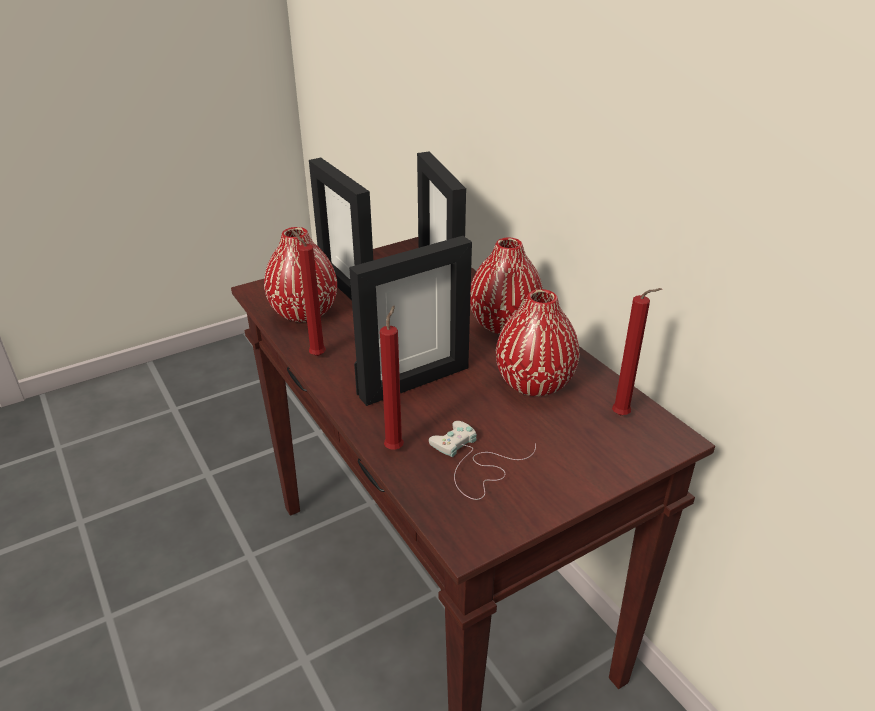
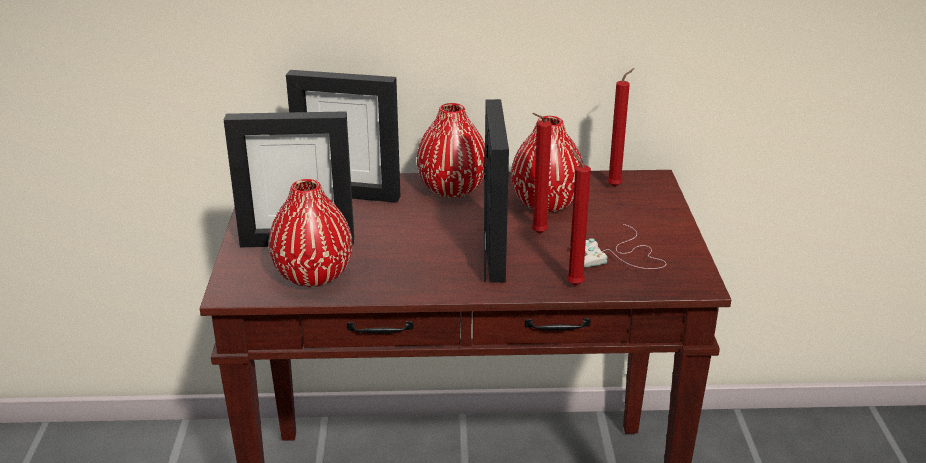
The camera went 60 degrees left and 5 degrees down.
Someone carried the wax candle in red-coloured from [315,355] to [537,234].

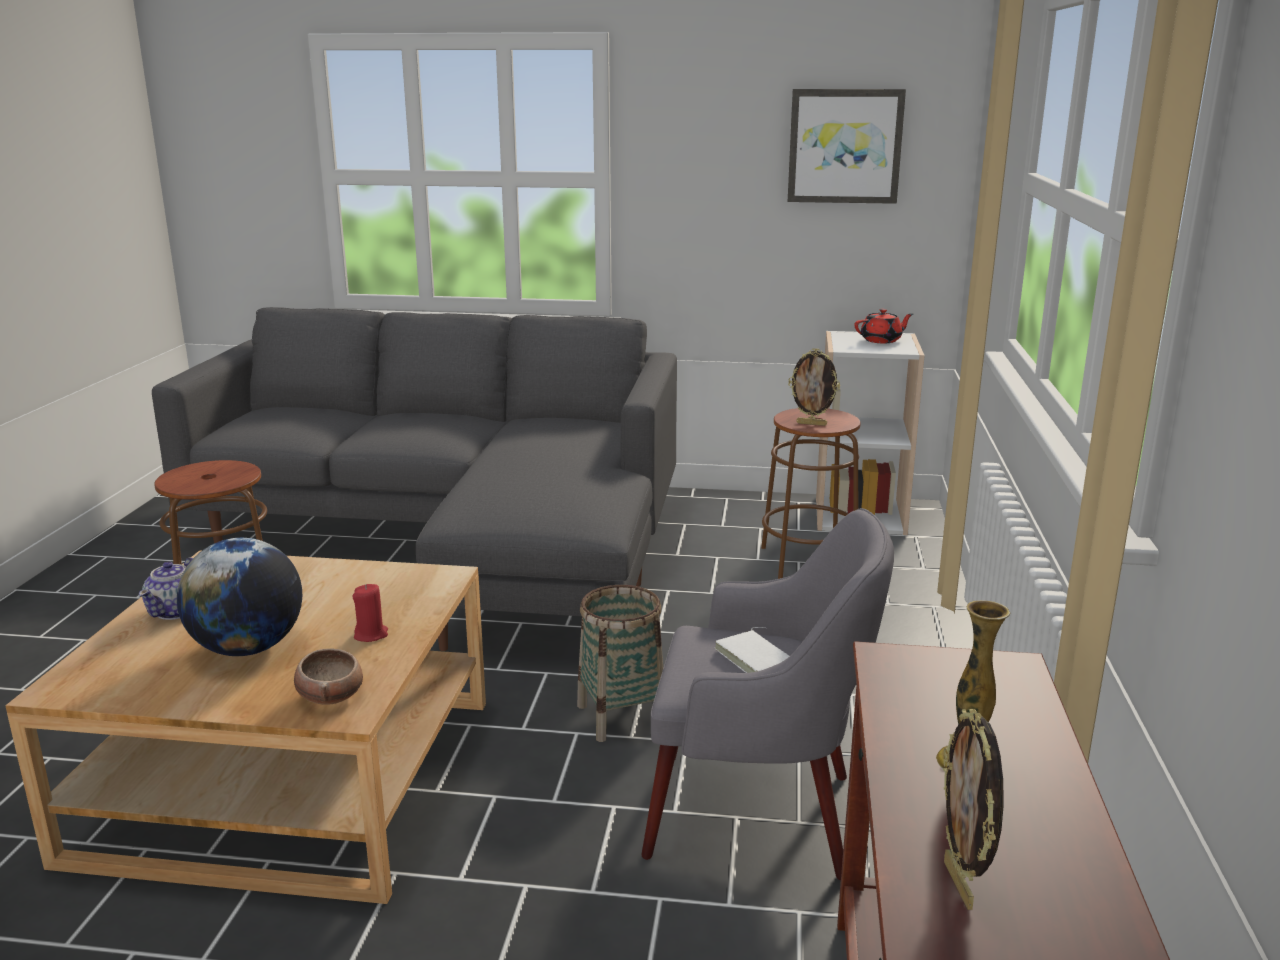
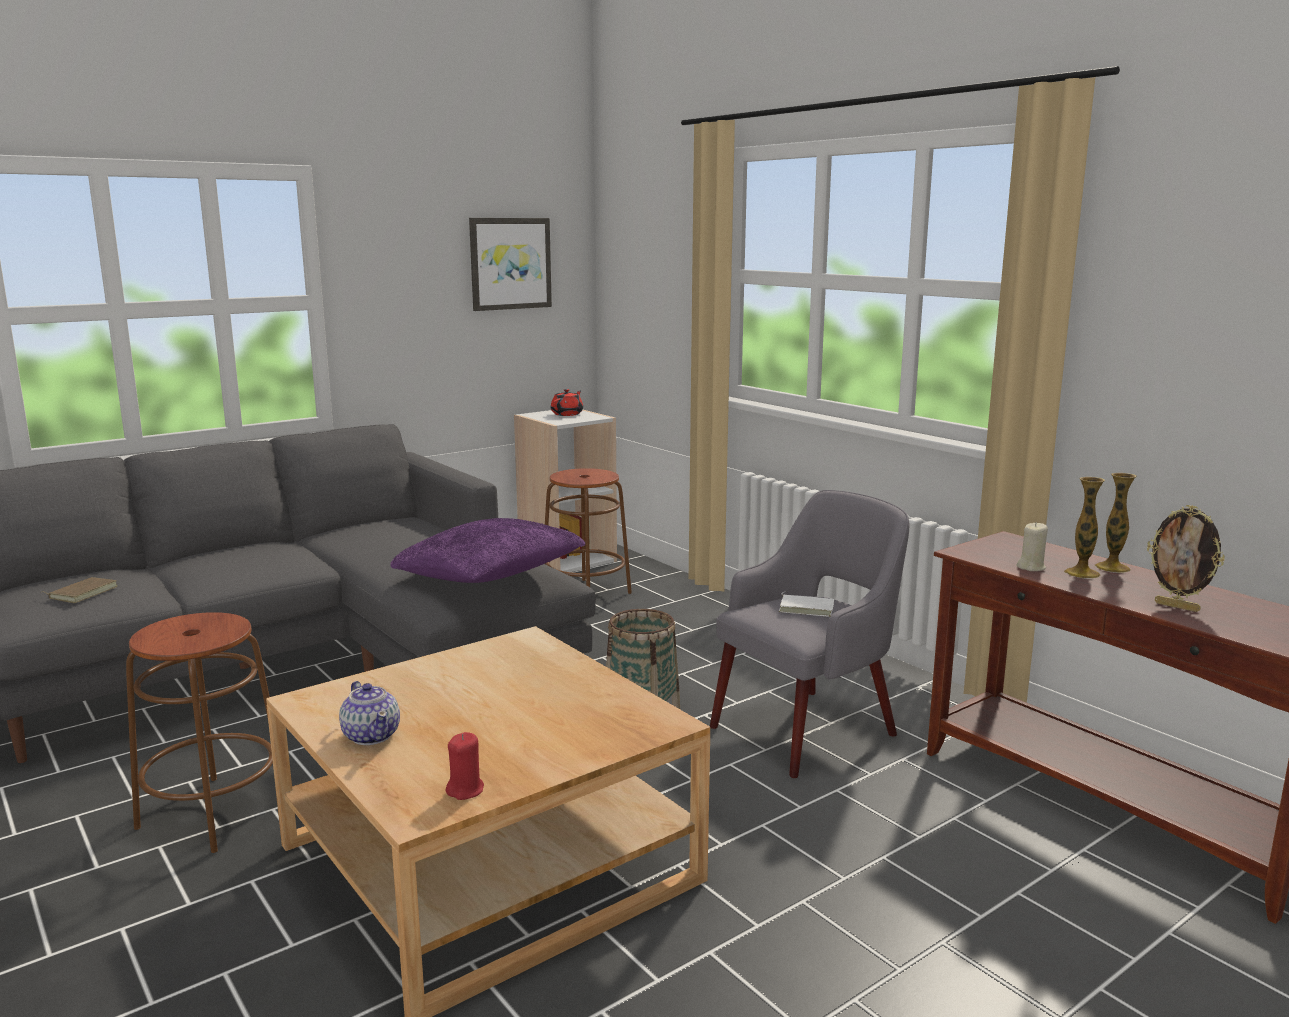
The camera went 45 degrees left and 5 degrees down.
Someone put down the volume in brown-coloured at [82,593].
Someone put down the pillow in purple at [488,576].
Someone carried the wax candle in red-coloured from [371,635] to [465,790].
Someone put down the wax candle in beige at [1031,567].
Someone put down the decorative vase at [1112,568].
Someone took away the globe at [248,648].
Someone took away the bowl at [330,696].
Someone took away the photo frame at [811,424].

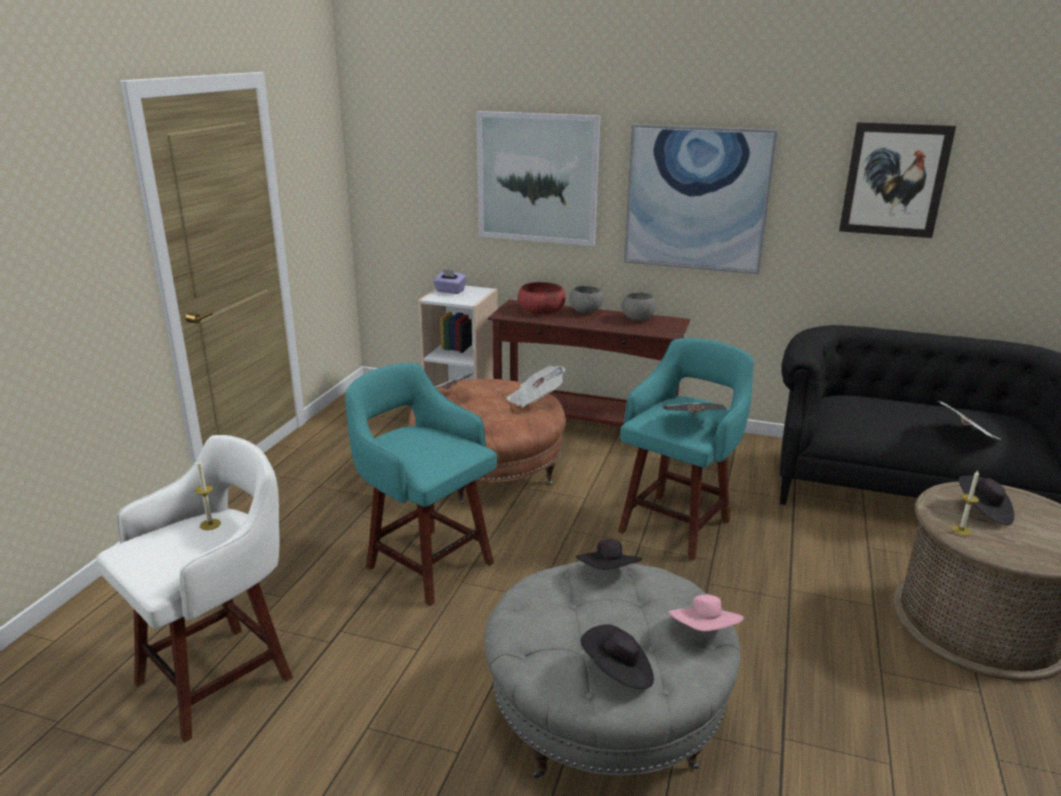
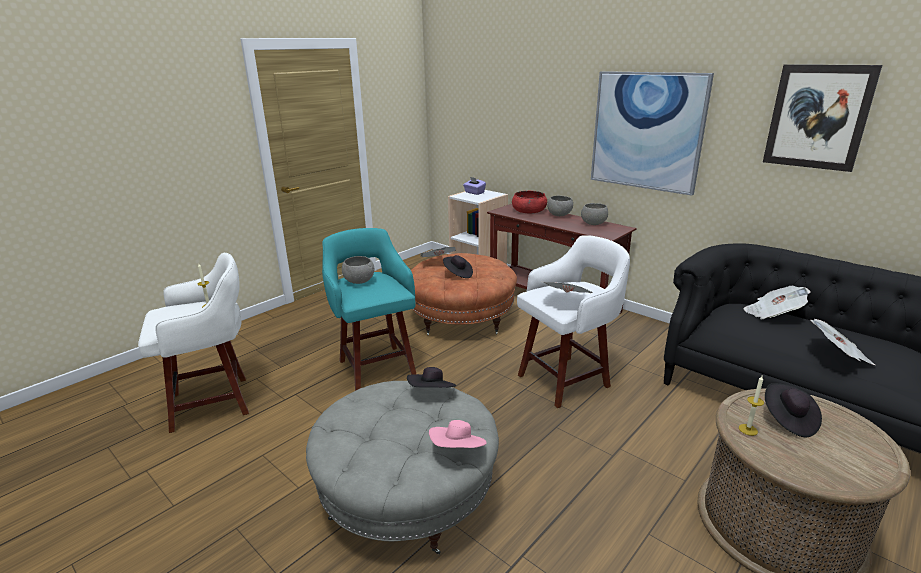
The camera went 25 degrees right and 0 degrees up.
Someone put down the bowl in gray at [359,281].
Someone carried the wearable hat in blackish from [618,672] to [458,274].
Someone repainted the sitting stool in turquoise at [677,524], which became the sitting stool in white at [567,380].
Someone carried the daily paper from [535,400] to [772,314].
Someone took away the wall picture at [537,178].

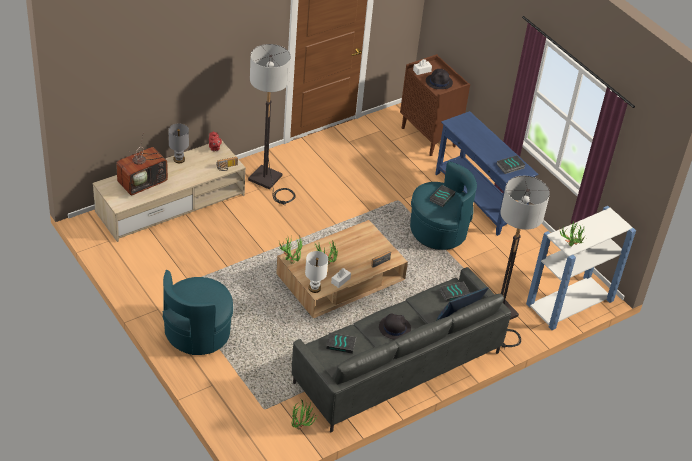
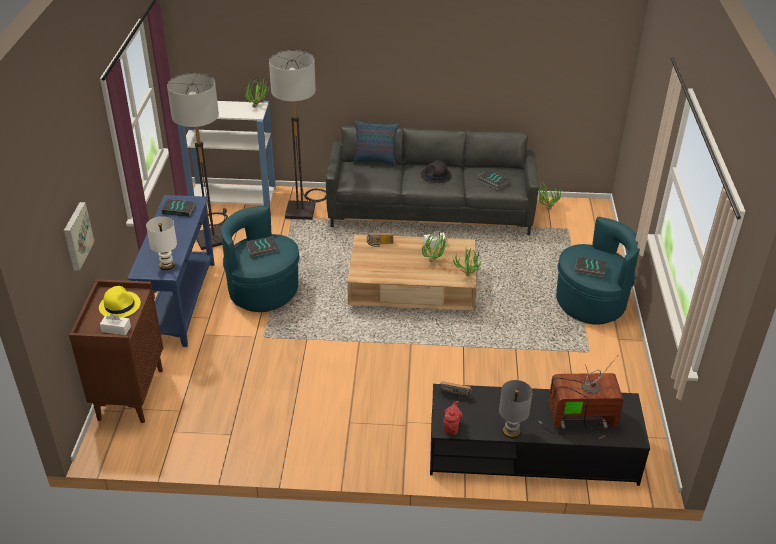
The camera went 140 degrees left and 5 degrees down.
Someone put up the wall picture at [76,236].
Someone repainted the wearable hat in blackish at [439,82], which became the wearable hat in yellowish at [120,305].
Someone carried the lamp for a table in white from [314,288] to [167,265].
Someone carried the standing lamp from [270,184] to [213,233].
Someone repainted the tv unit in beige at [171,203], which became the tv unit in blackish at [531,452].
Someone carried the volume from [454,293] to [590,269].

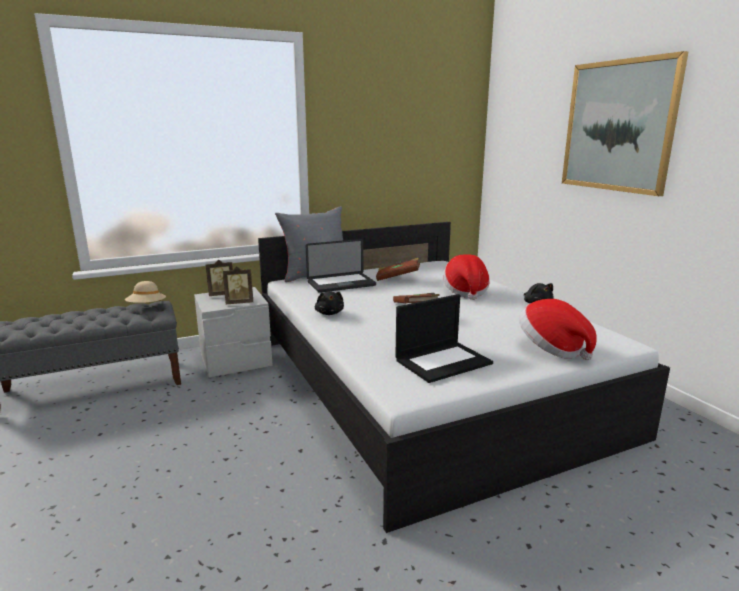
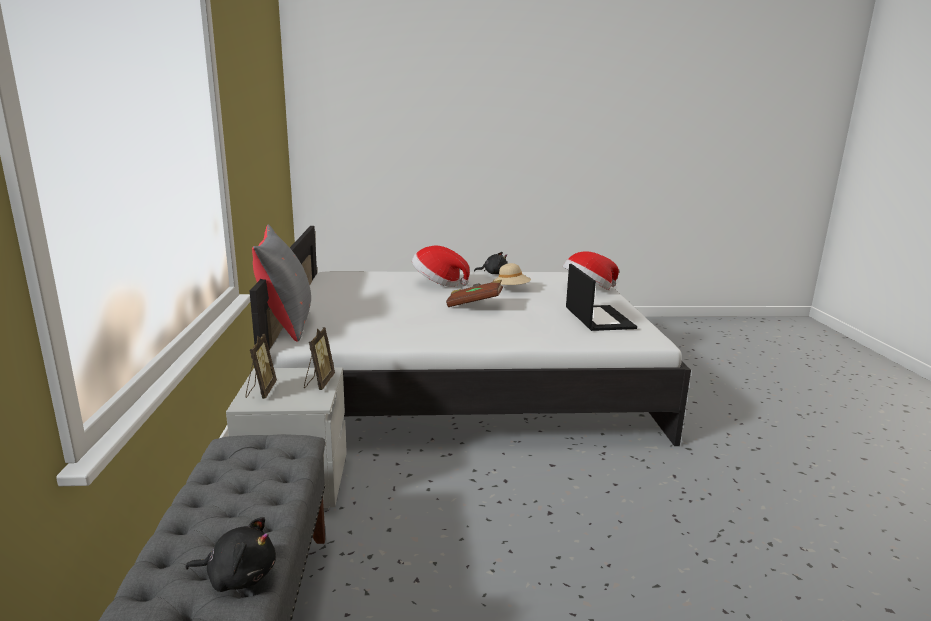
The camera went 70 degrees left and 0 degrees up.
Someone carried the plush toy in blackish from [329,313] to [239,576].
Someone carried the wearable hat in beige from [147,307] to [511,289].
Someone took away the laptop at [341,284].
Someone took away the volume in brown-coloured at [398,278].
Someone took away the wall picture at [618,126].

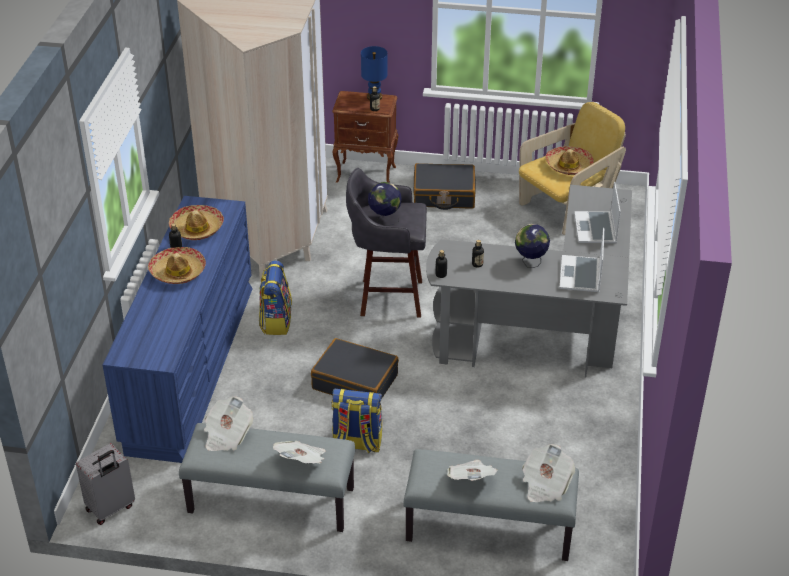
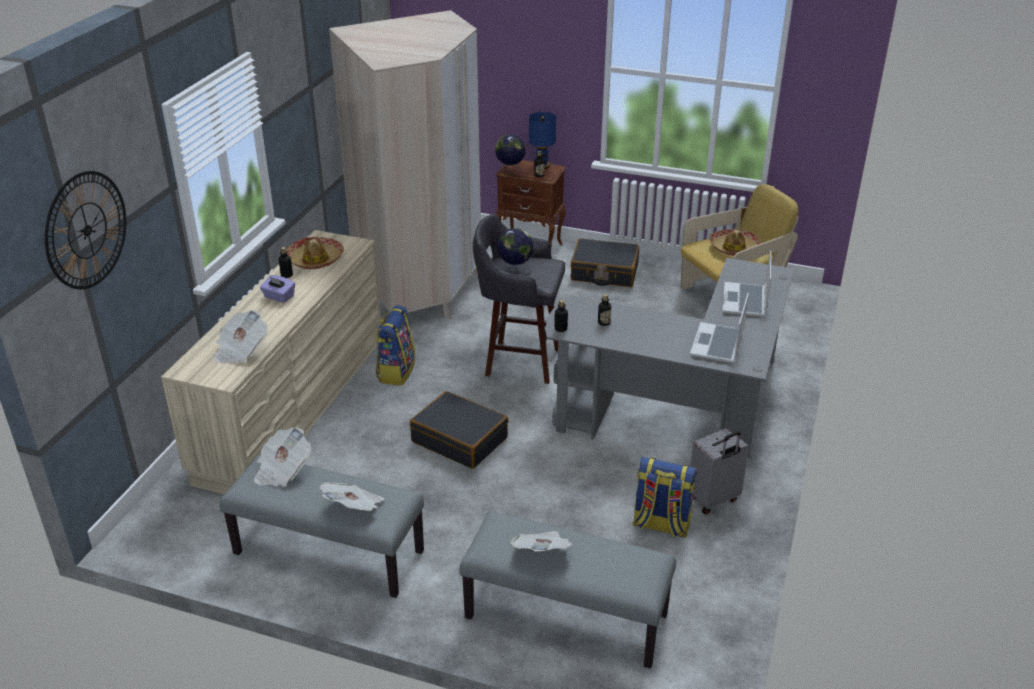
The camera went 10 degrees right and 5 degrees down.
Someone put up the clock on the wall at [87,230].
Someone repainted the drawer chest in blue-coloured at [189,366], which became the drawer chest in beige at [292,404].
Someone carried the daily paper from [545,485] to [241,350].
Someone swapped the wearable hat at [178,272] for the tissue holder in purple at [278,297].
Someone carried the globe from [530,262] to [510,171].
Someone carried the knapsack from [357,443] to [661,524].
Someone carried the suitcase in gray from [111,509] to [713,500].

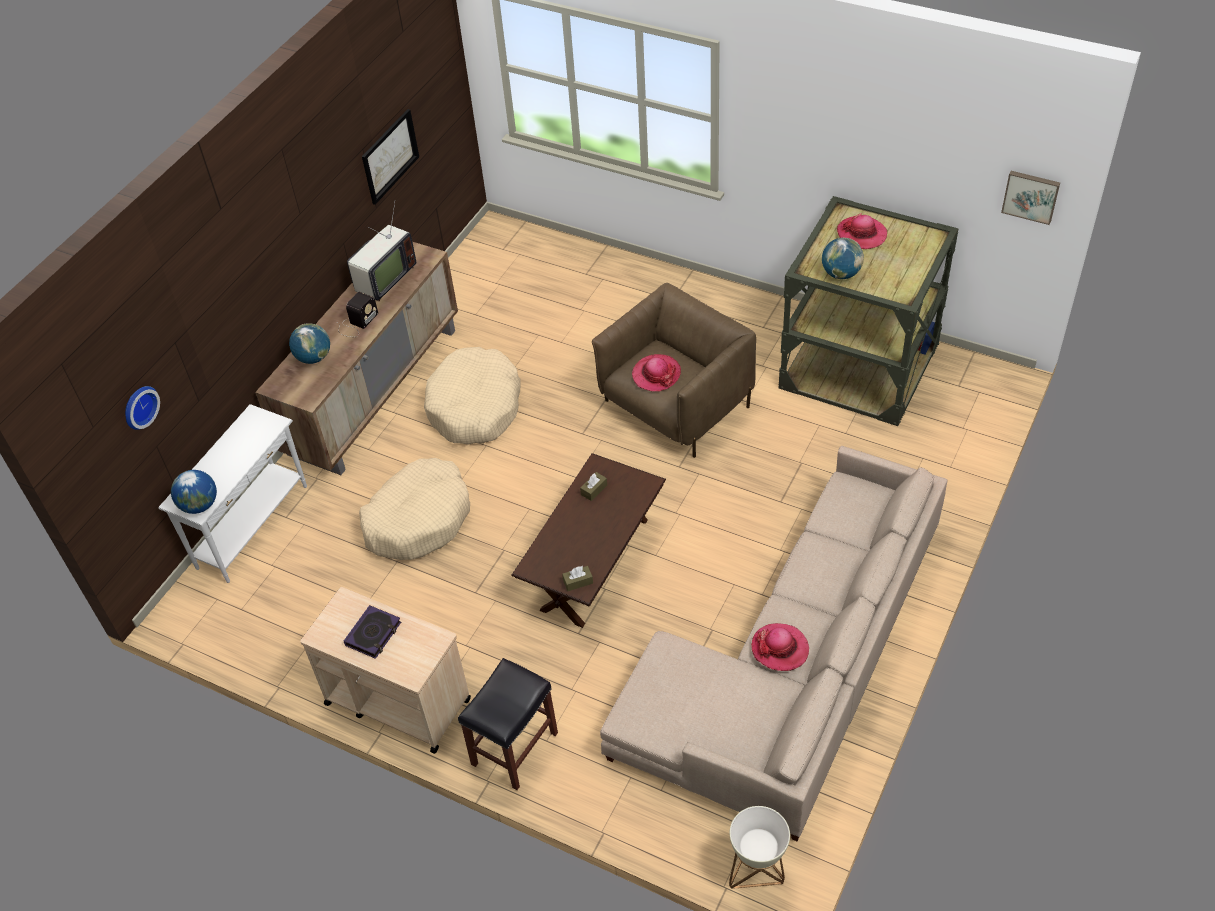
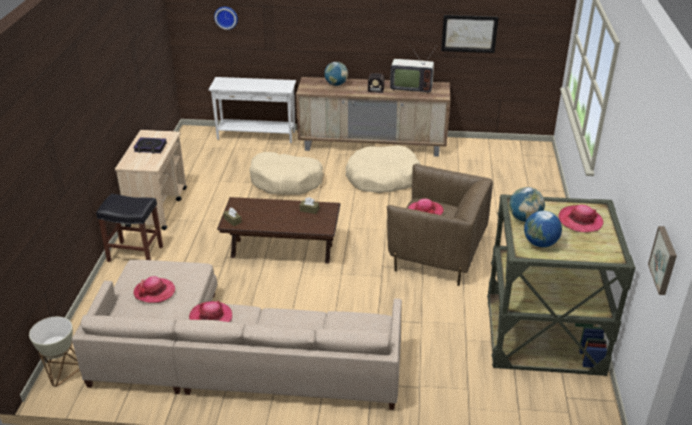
The camera went 65 degrees right and 15 degrees down.
Someone put down the wearable hat at [154,292].
Someone carried the globe from [199,505] to [540,243].

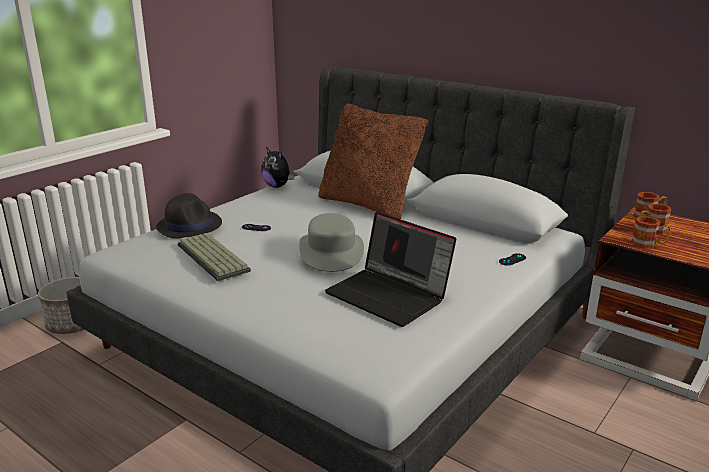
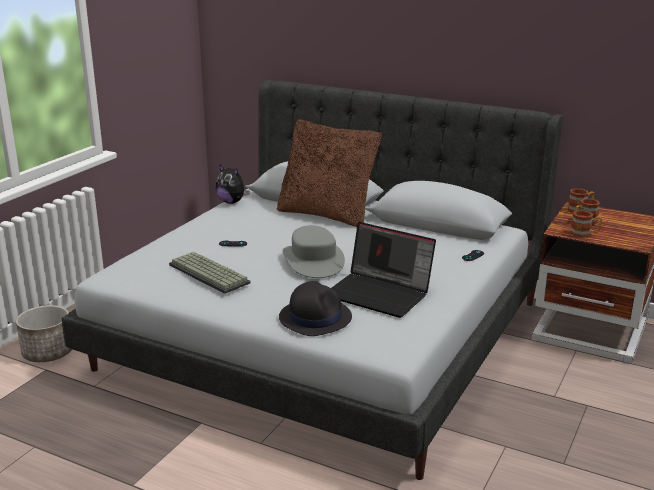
The camera went 10 degrees left and 0 degrees up.
Someone carried the wearable hat in blackish from [189,225] to [315,317].

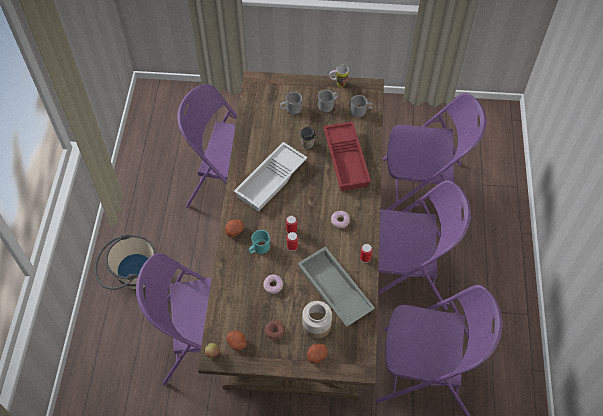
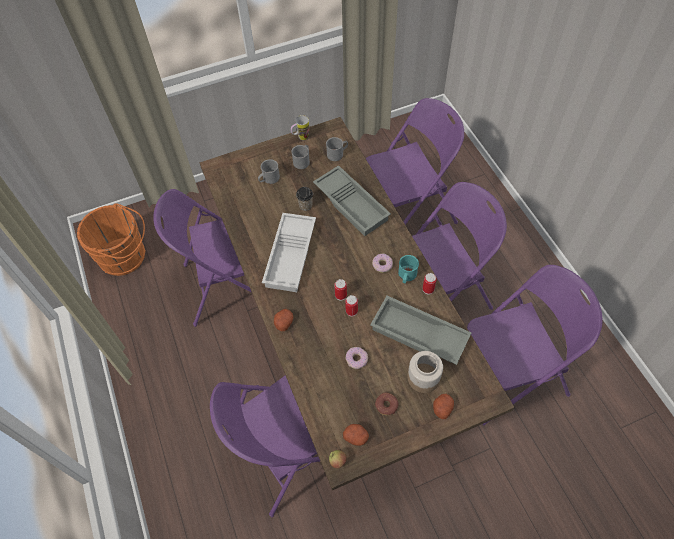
The camera went 25 degrees left and 0 degrees up.
Someone put down the bucket in orange-coloured at [125,257].
Someone repainted the serving tray in red-coloured at [347,159], which became the serving tray in gray at [352,204].
Someone carried the mug in turquoise from [259,248] to [406,276].
Someone took away the bucket in beige at [130,277].

